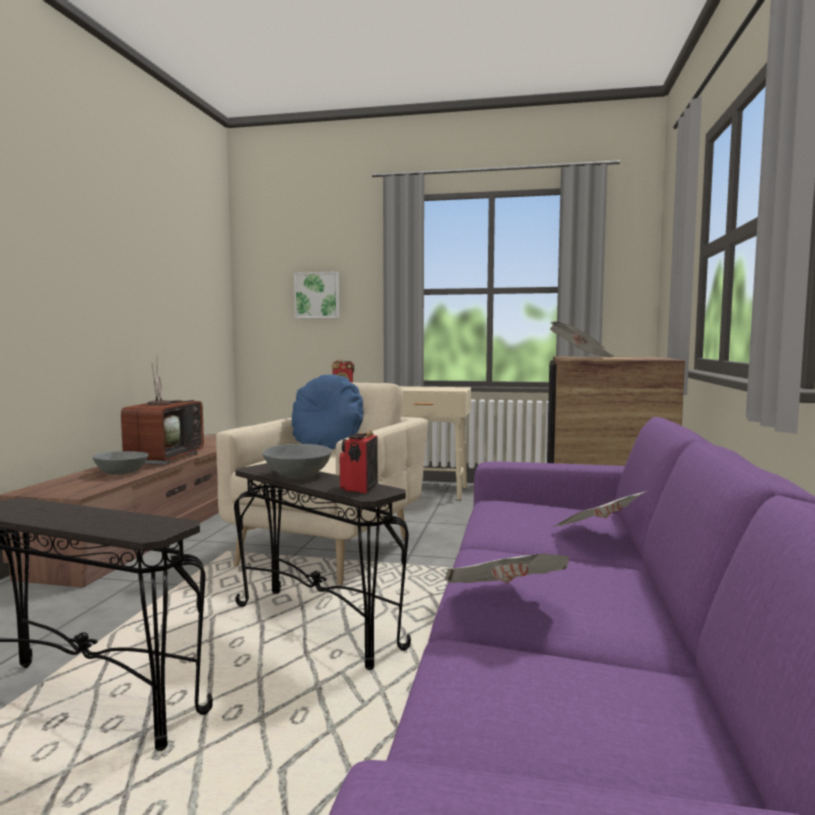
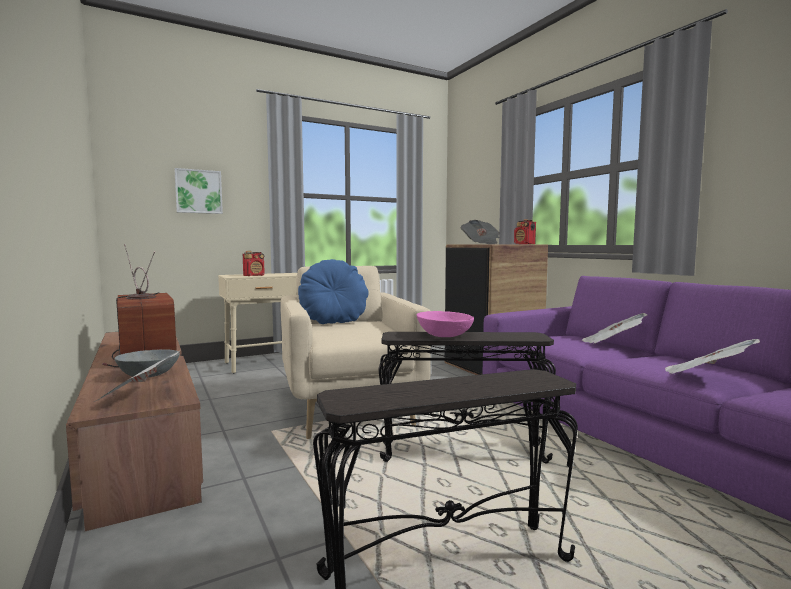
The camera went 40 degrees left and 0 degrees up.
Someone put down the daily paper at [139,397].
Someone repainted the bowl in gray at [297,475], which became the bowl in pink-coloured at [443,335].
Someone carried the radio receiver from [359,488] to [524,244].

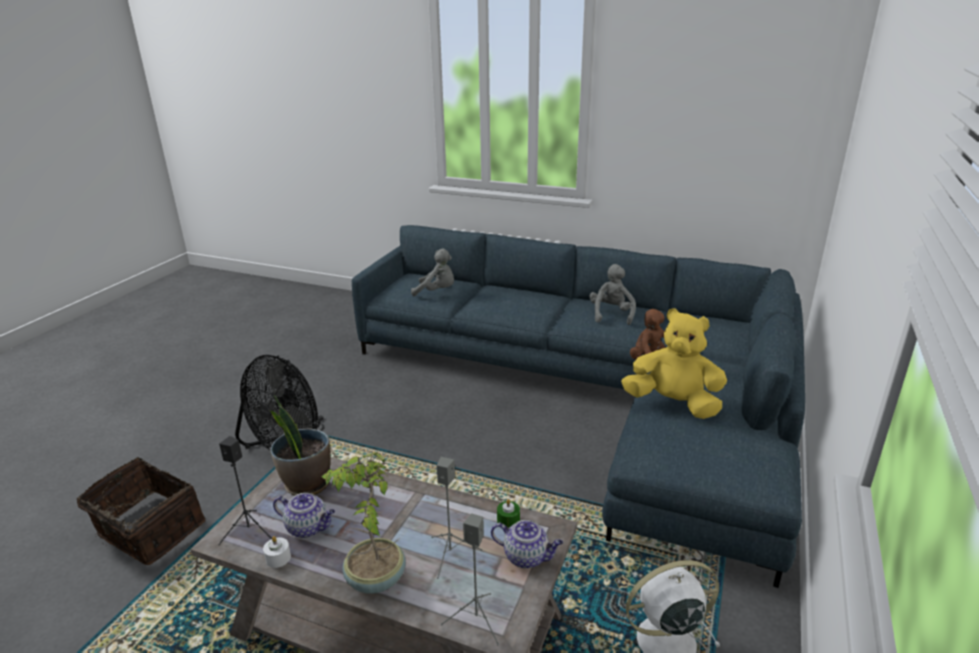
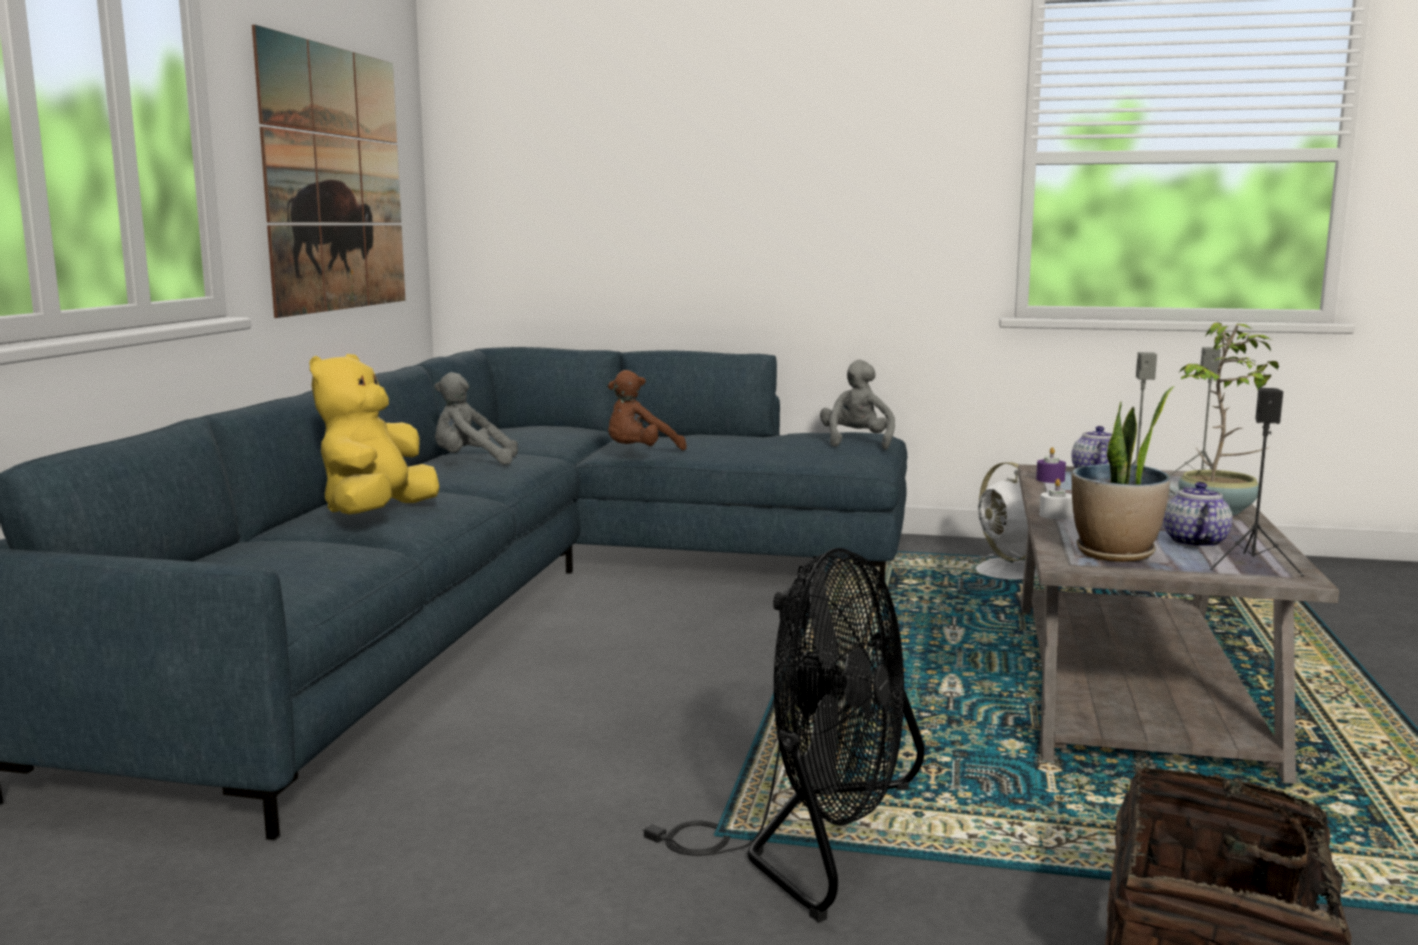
The camera went 100 degrees left and 15 degrees down.
Someone put up the wall picture at [335,180].
Someone carried the plush toy in yellowish from [673,404] to [376,514].
Someone carried the plush toy in gray from [437,291] to [856,443].
Someone repainted the wax candle in green at [508,520], which became the wax candle in purple at [1050,479].
Someone carried the wax candle in white from [278,558] to [1055,515].

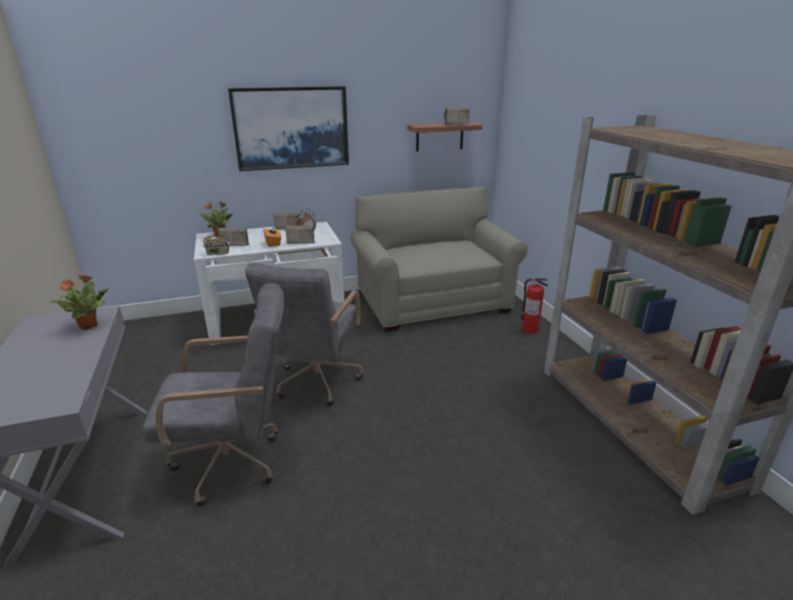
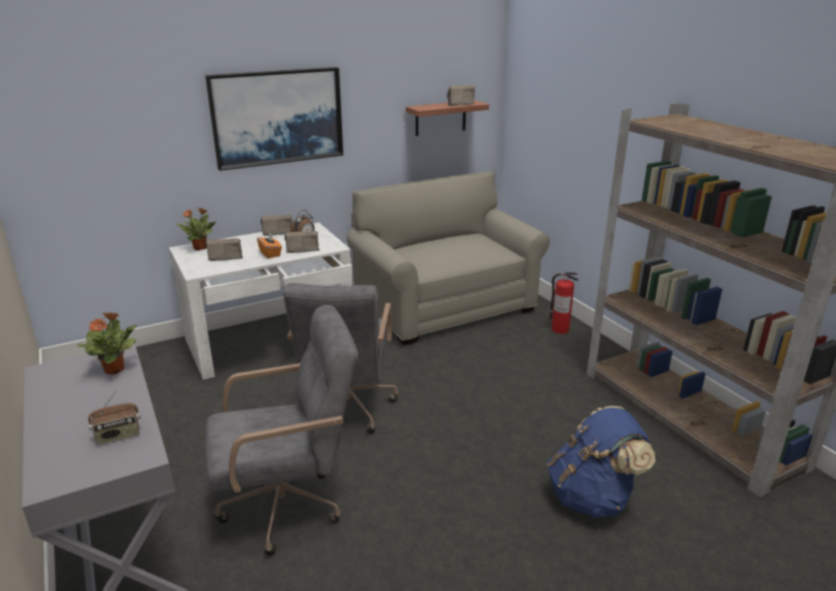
The camera went 10 degrees left and 0 degrees up.
Someone carried the radio receiver from [218,253] to [118,436].
Someone put down the knapsack in blue-coloured at [592,497].

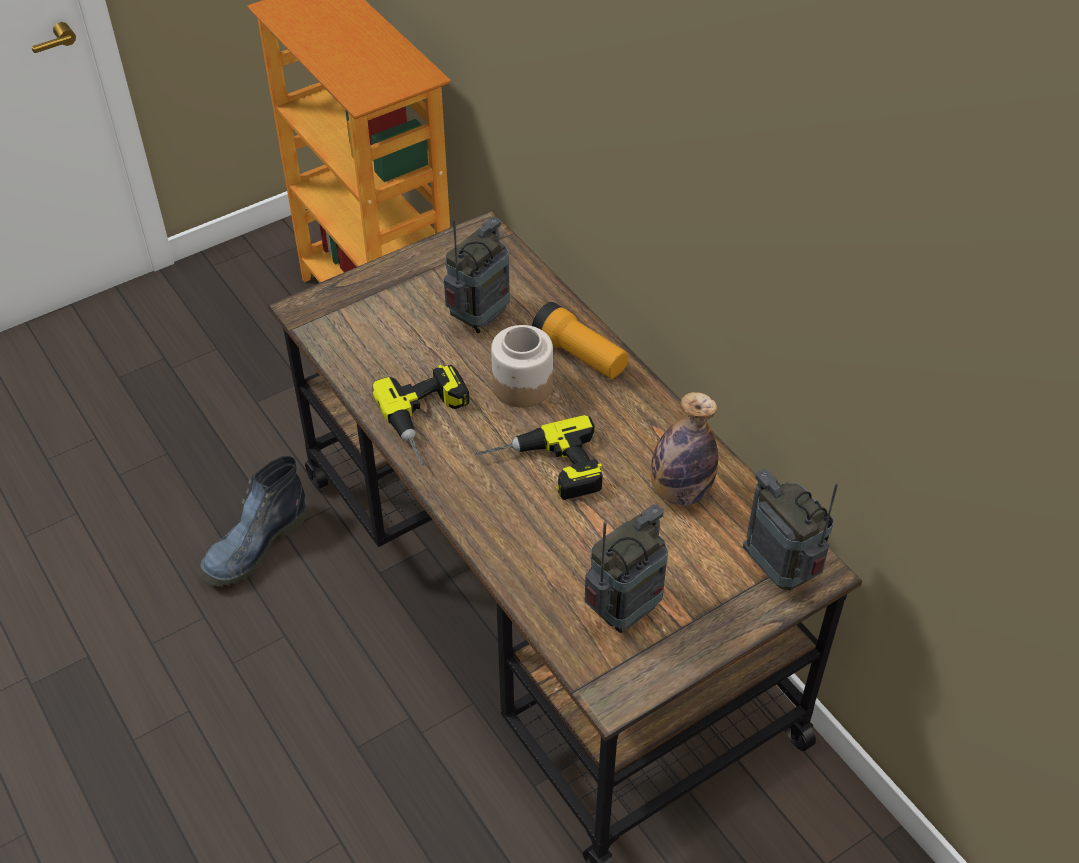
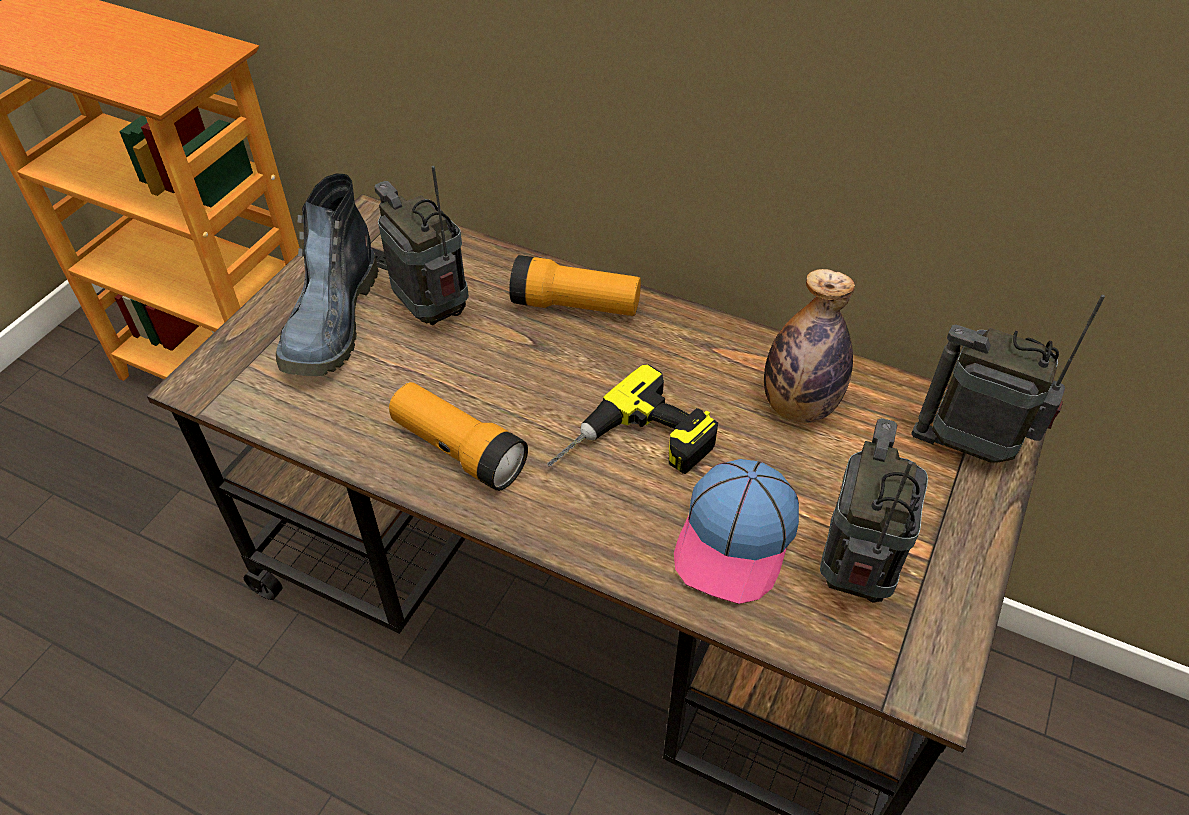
The camera went 30 degrees left and 0 degrees up.
Someone carried the tall boot from [254,547] to [332,322].
Someone rotated the radio receiver at [480,319] by 45 degrees counterclockwise.
Someone swapped the power drill at [431,421] for the torch at [458,450].
Someone put down the baseball cap at [736,539].
Someone took away the storage jar at [521,385].

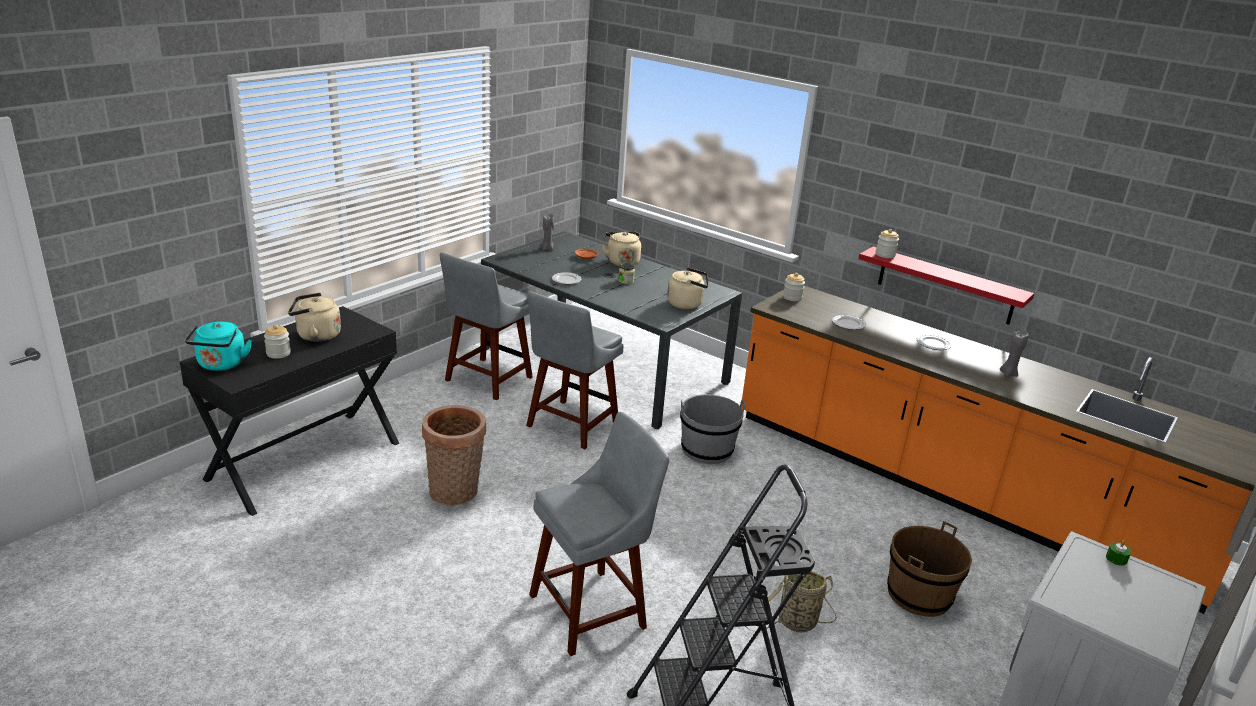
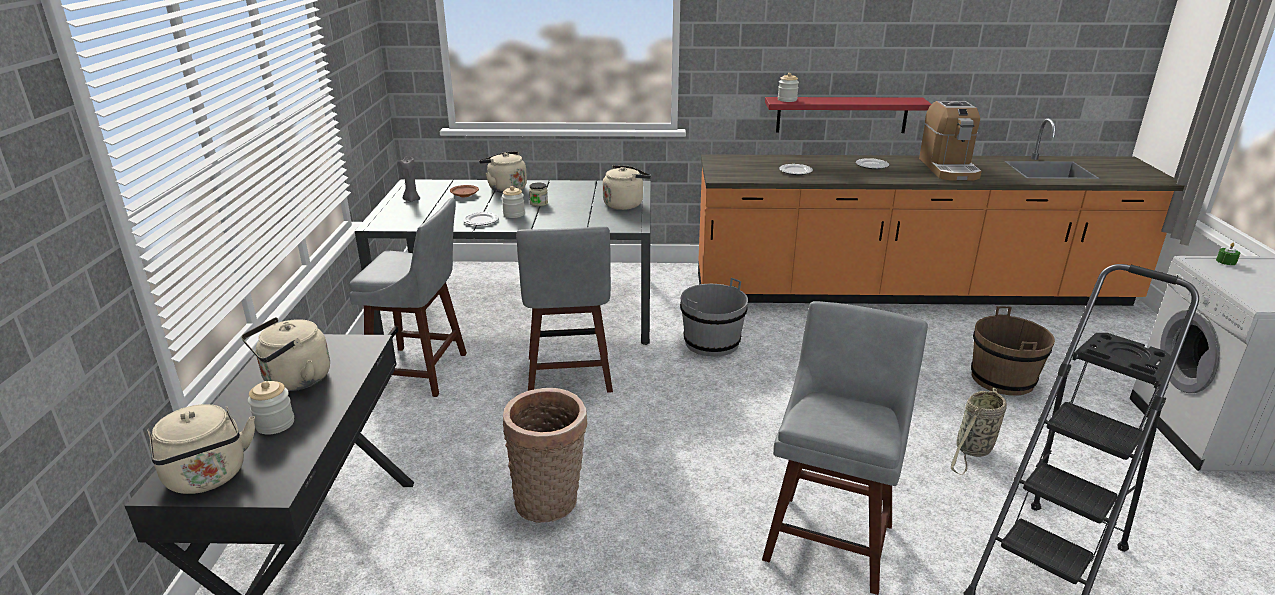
The camera went 35 degrees left and 0 degrees up.
Someone repainted the tea kettle in turquoise at [221,365], which became the tea kettle in beige at [208,478].
Someone rotated the chair in gray at [485,380] by 75 degrees counterclockwise.
Someone carried the storage jar from [792,297] to [514,214].
Someone swapped the wax candle in gray at [1008,373] for the coffee maker at [948,168].

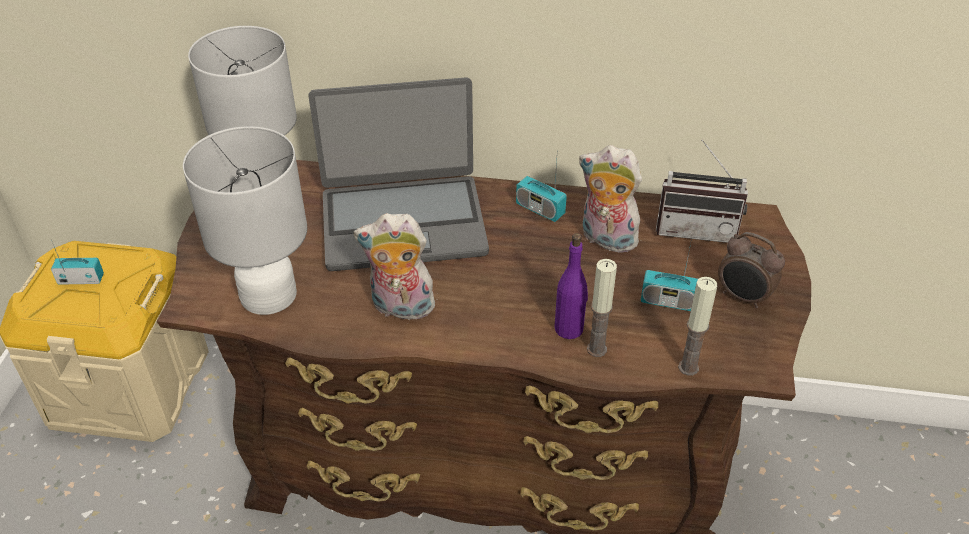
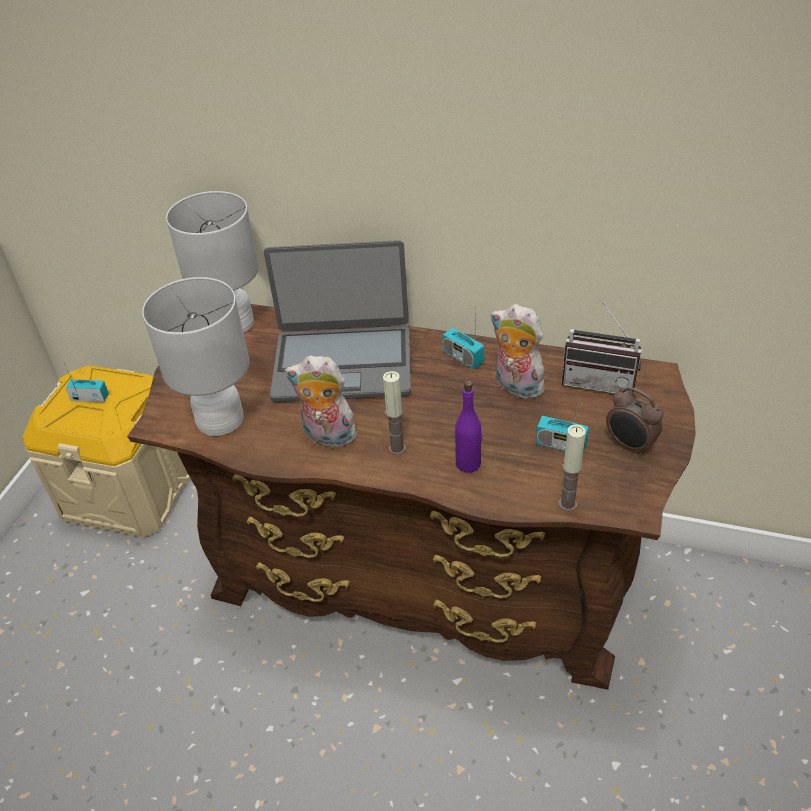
The camera went 10 degrees right and 0 degrees up.
Someone carried the wax candle from [597,349] to [397,448].

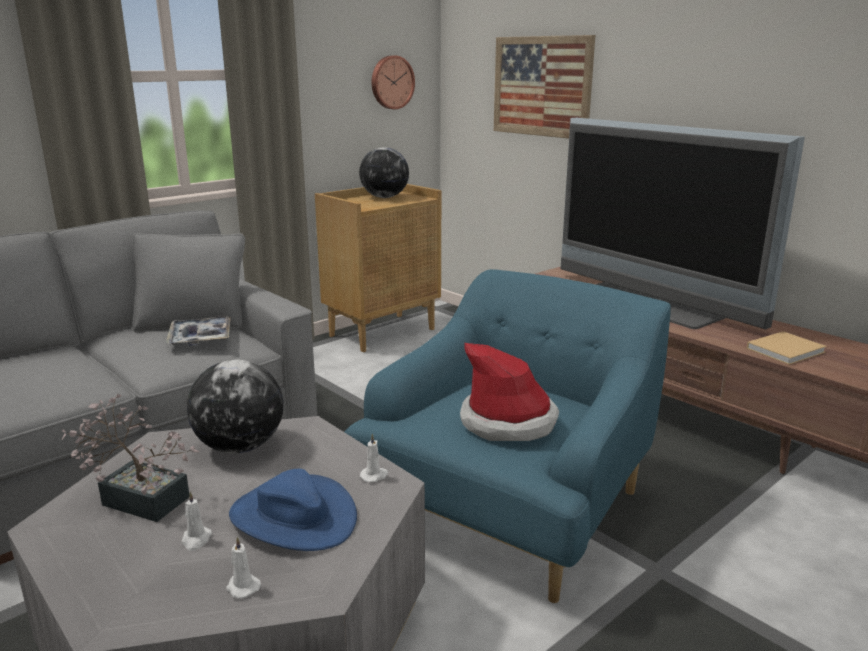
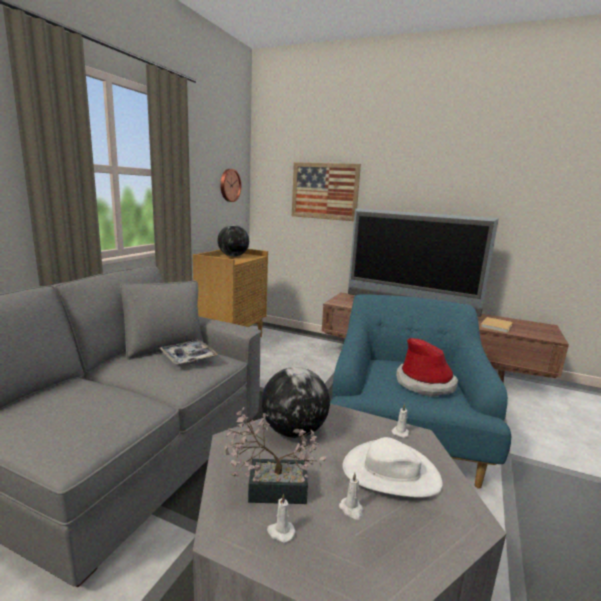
The camera went 25 degrees left and 5 degrees down.
Someone carried the wax candle in white from [242,587] to [280,532].
Someone repainted the wearable hat in blue-coloured at [293,517], which became the wearable hat in white at [391,473].

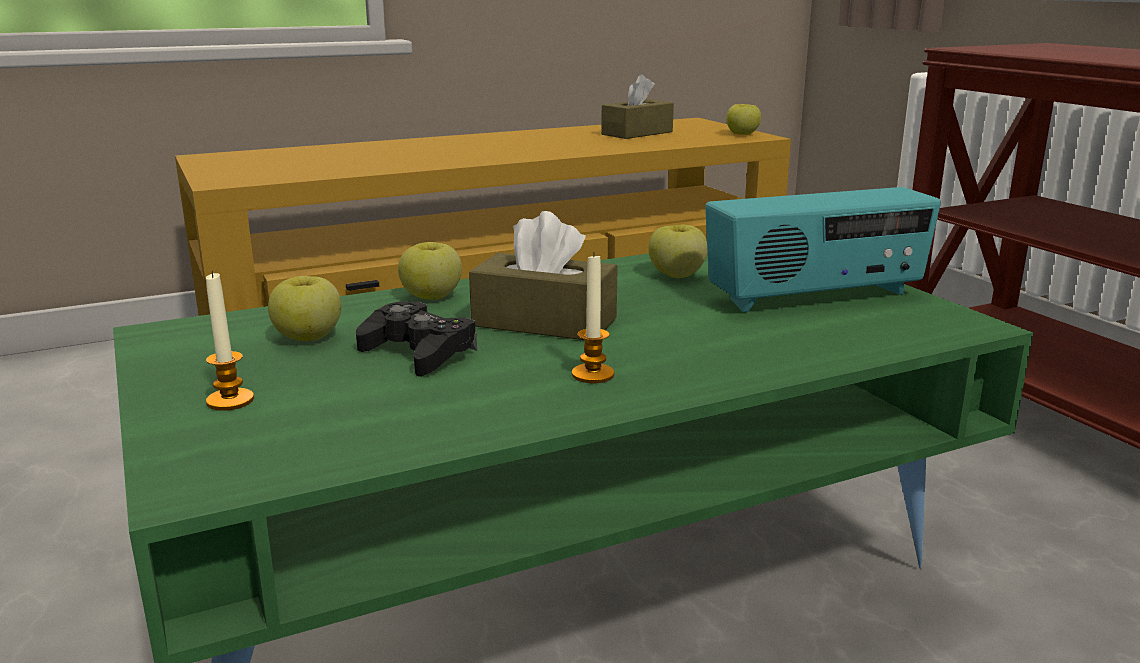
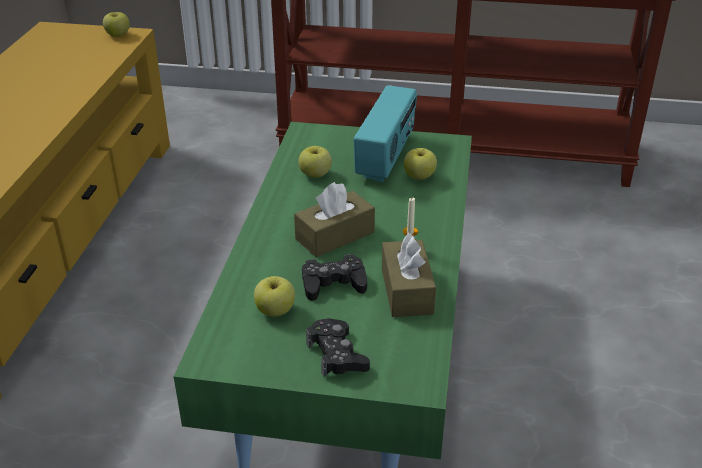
The camera went 55 degrees left and 15 degrees up.
Someone swapped the wax candle at [230,401] for the game controller in blackish at [337,355].
Someone carried the tissue holder in brown-coloured from [637,133] to [407,290].
Someone carried the whole apple from [432,297] to [419,176].

